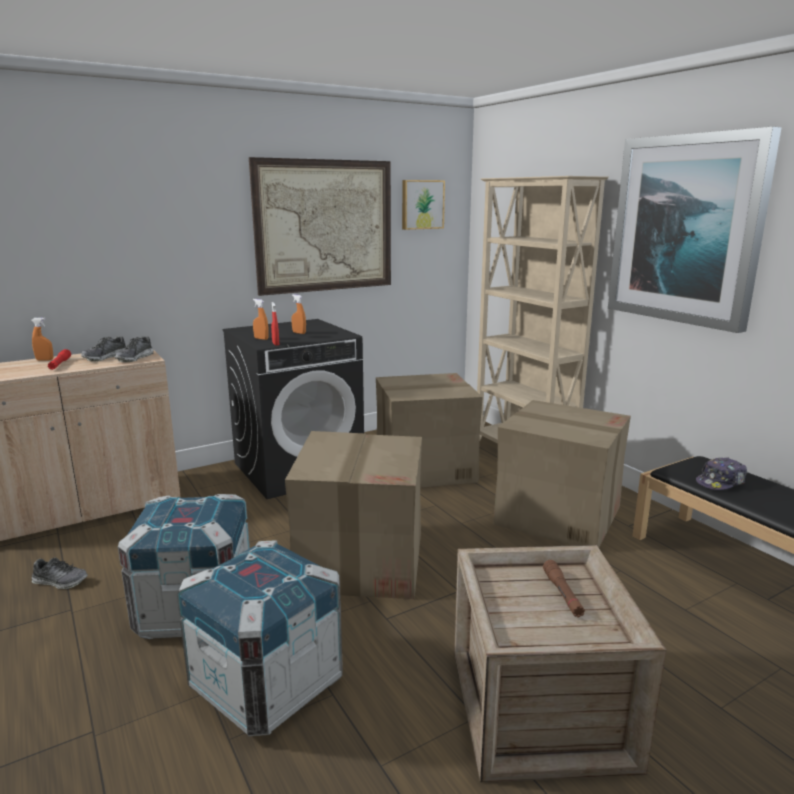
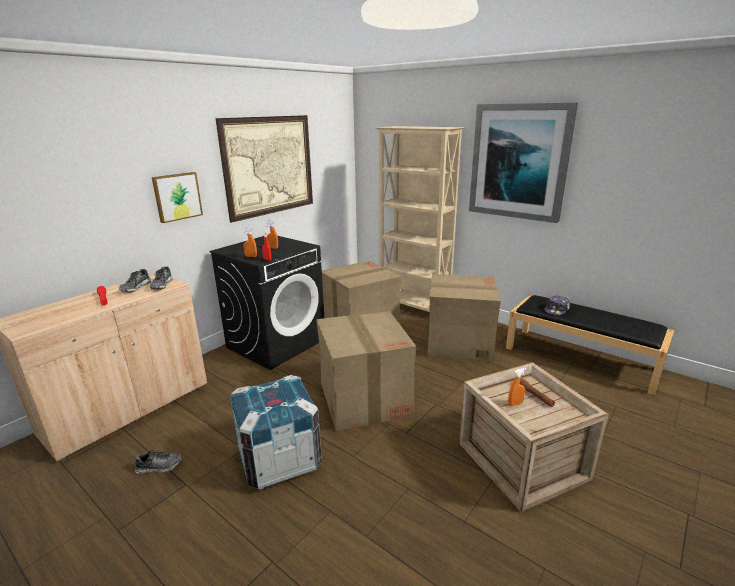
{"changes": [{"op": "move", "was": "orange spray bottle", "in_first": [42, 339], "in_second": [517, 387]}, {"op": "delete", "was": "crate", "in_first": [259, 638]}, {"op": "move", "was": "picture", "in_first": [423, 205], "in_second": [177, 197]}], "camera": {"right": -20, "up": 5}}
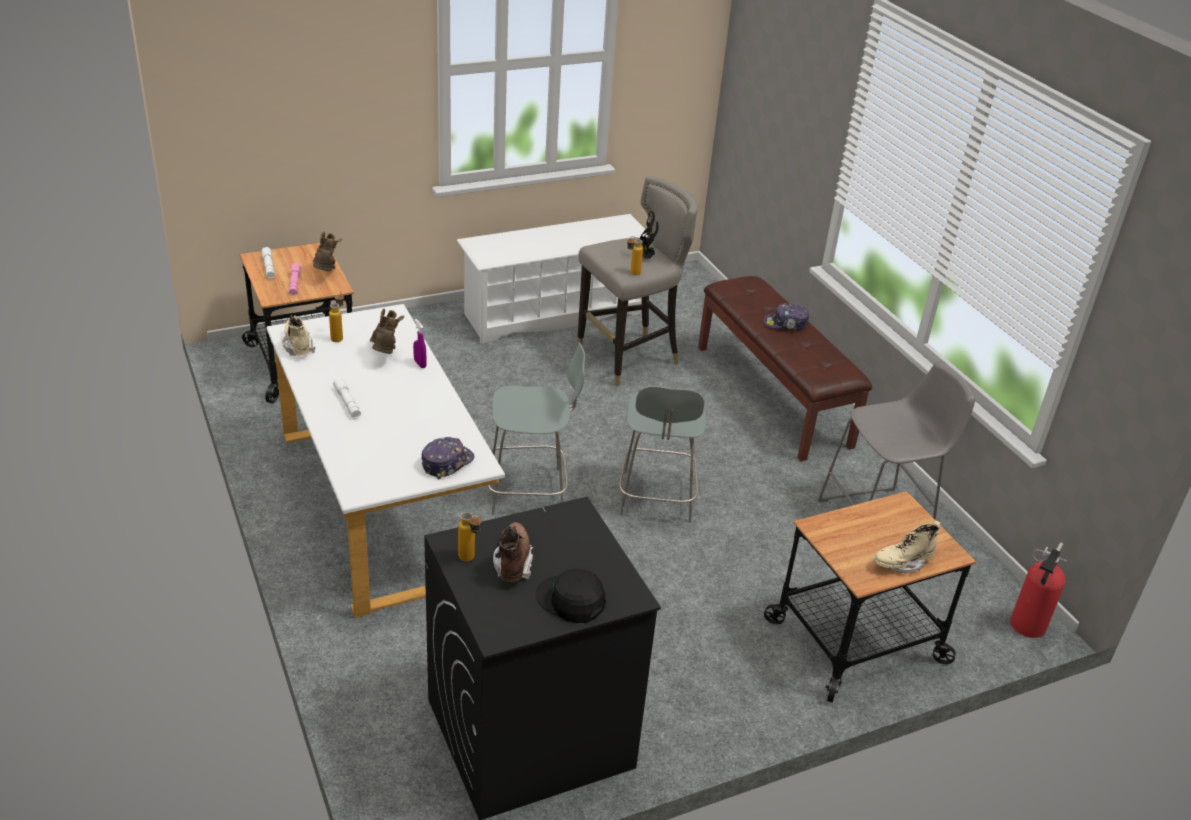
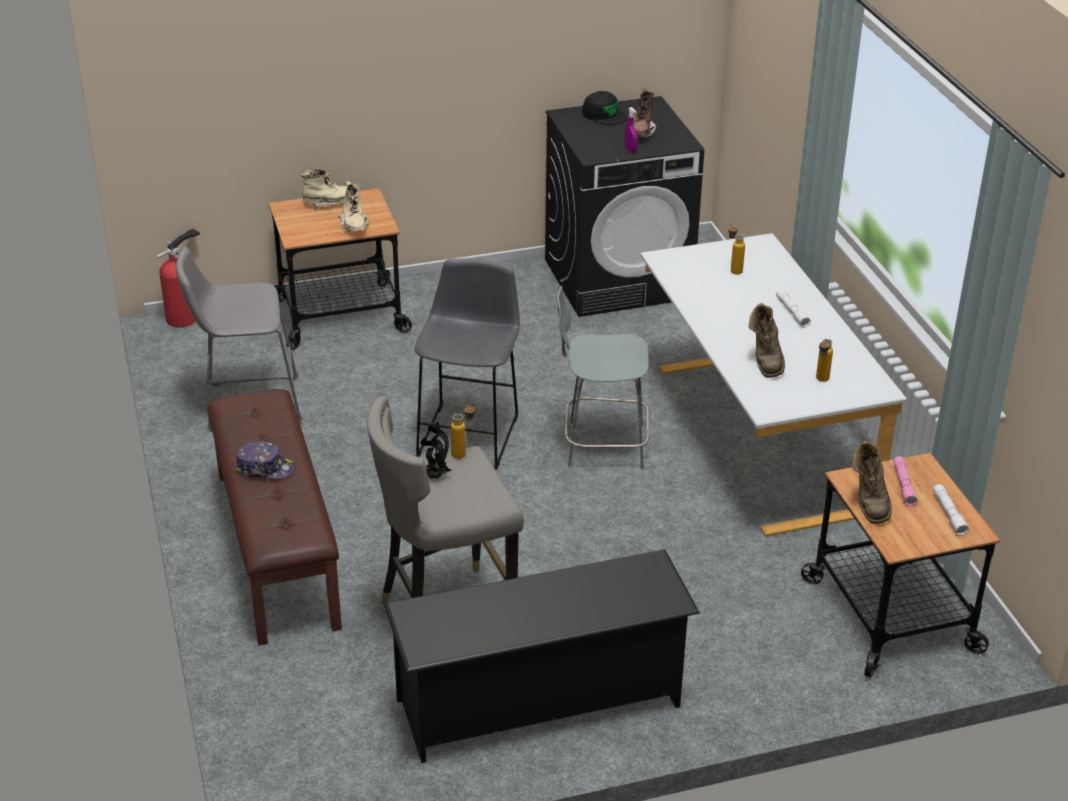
{"changes": [{"op": "move", "was": "beige boot", "in_first": [298, 335], "in_second": [354, 206]}, {"op": "move", "was": "purple spray bottle", "in_first": [420, 343], "in_second": [631, 130]}, {"op": "delete", "was": "cap", "in_first": [447, 458]}, {"op": "recolor", "was": "white shoe rack", "now": "black shoe rack", "in_first": [552, 279], "in_second": [542, 656]}, {"op": "move", "was": "bottle", "in_first": [470, 536], "in_second": [736, 249]}, {"op": "replace", "was": "grey chair", "now": "grey stool", "in_first": [662, 454], "in_second": [467, 364]}], "camera": {"right": -170, "up": 0}}
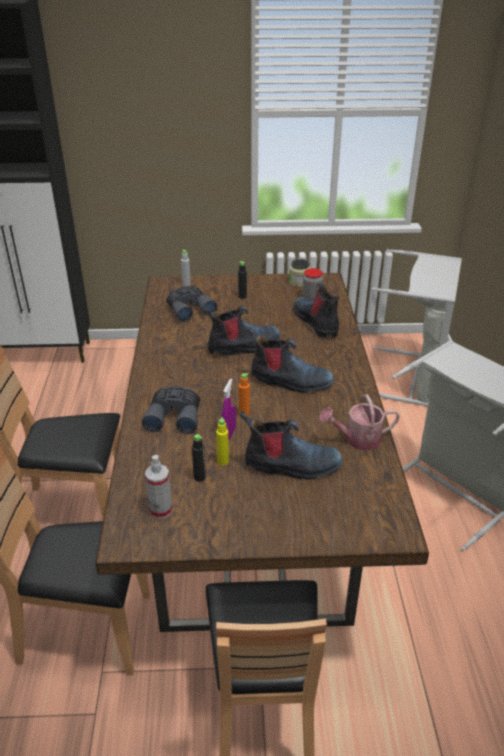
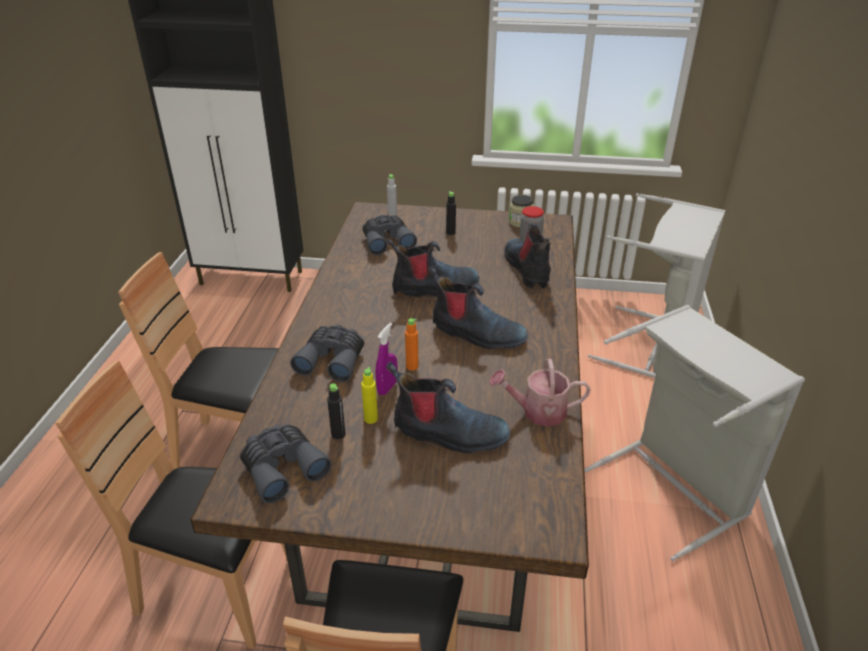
{"changes": [{"op": "replace", "was": "spray bottle", "now": "grey binoculars", "in_first": [158, 487], "in_second": [286, 463]}], "camera": {"right": 10, "up": 0}}
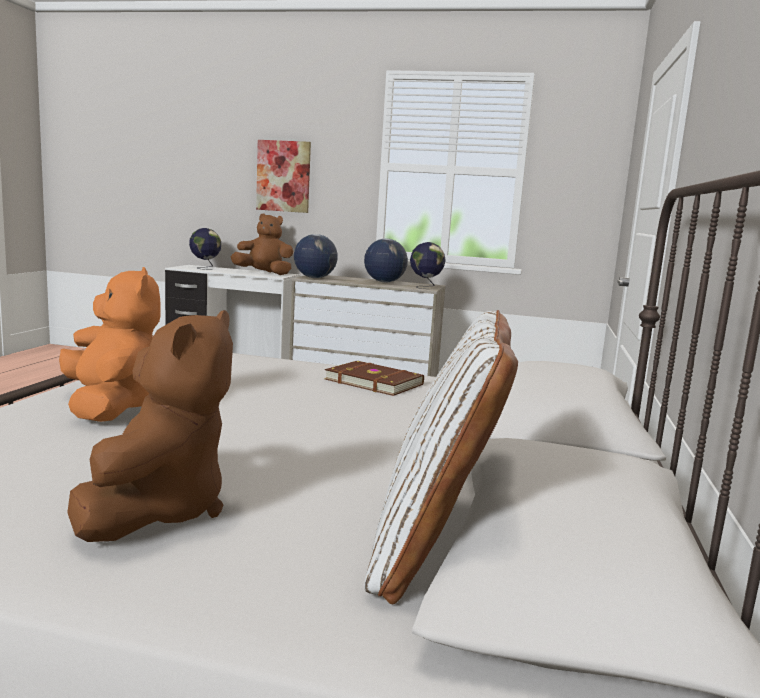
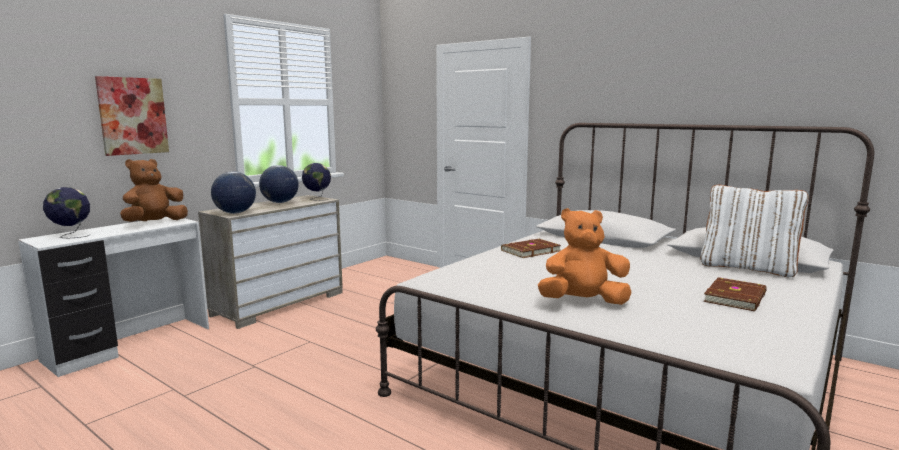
{"changes": [{"op": "replace", "was": "brown plush toy", "now": "brown book", "in_first": [150, 426], "in_second": [735, 294]}], "camera": {"right": -65, "up": 0}}
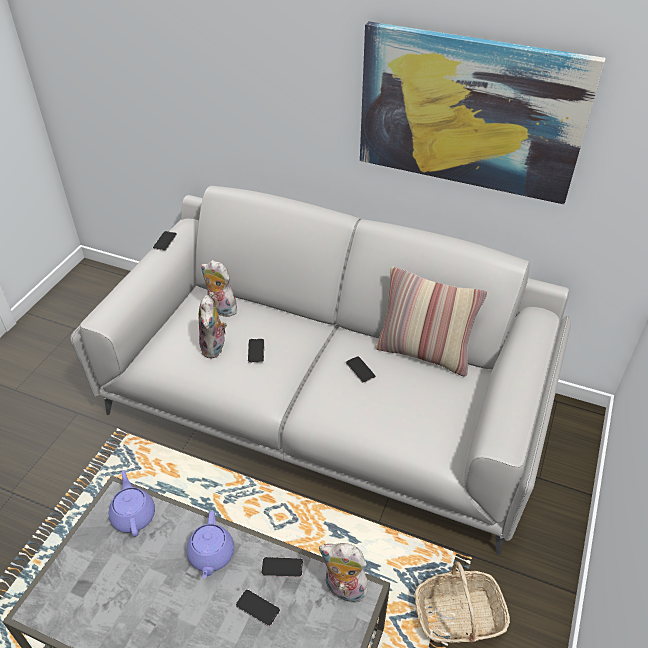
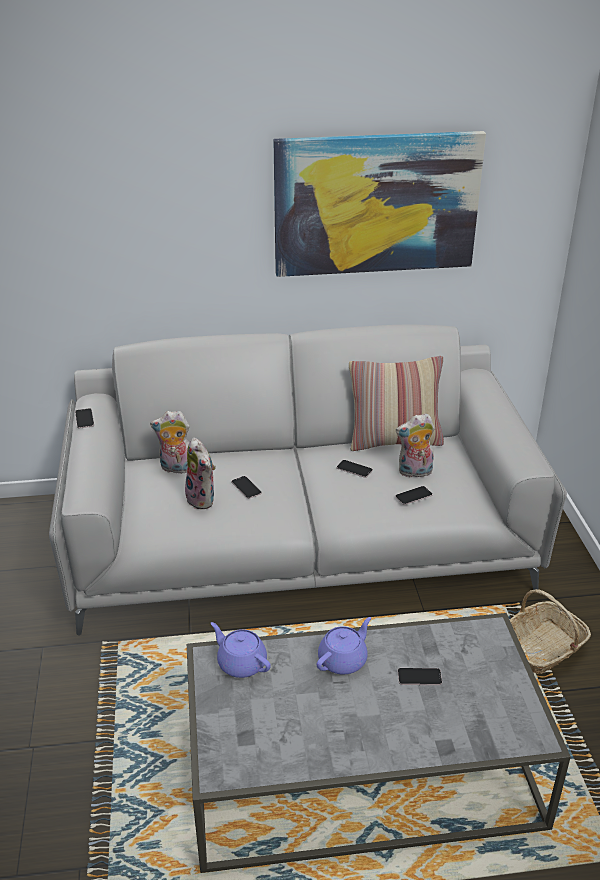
{"changes": [{"op": "rotate", "was": "purple teapot", "in_first": [210, 545], "in_second": [344, 645], "clockwise": -105}, {"op": "move", "was": "phone", "in_first": [282, 567], "in_second": [414, 495]}, {"op": "move", "was": "plush toy", "in_first": [343, 573], "in_second": [415, 445]}], "camera": {"right": -30, "up": -10}}
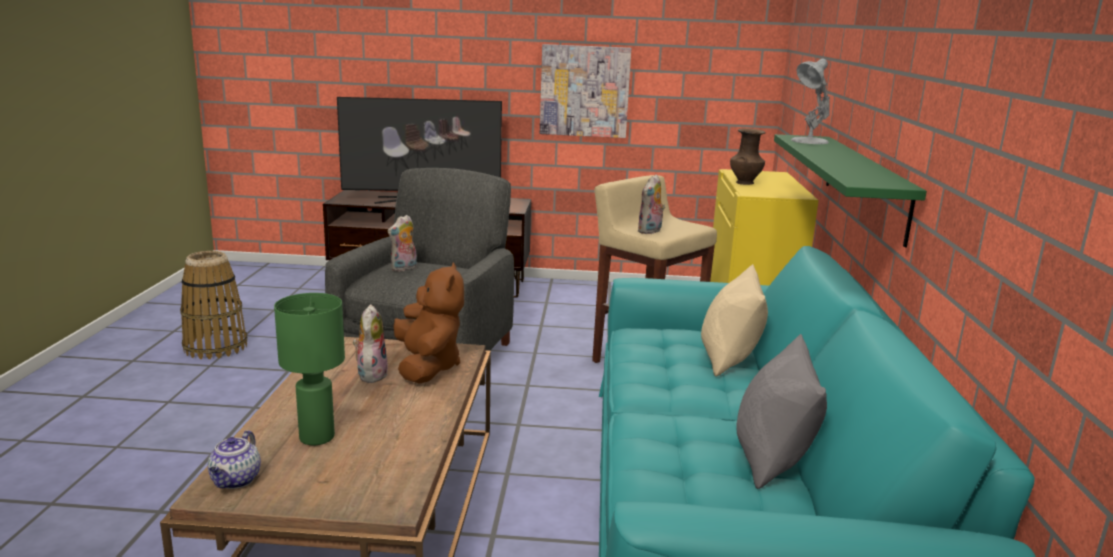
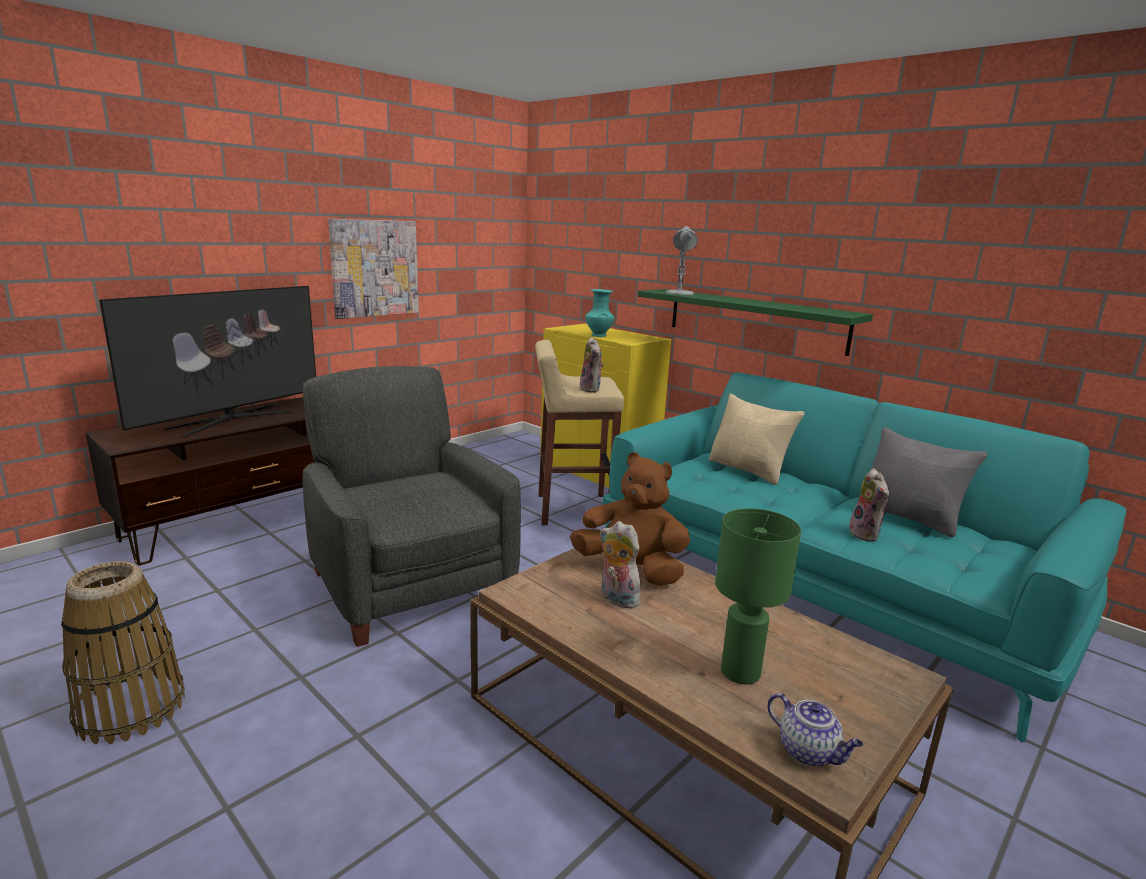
{"changes": [{"op": "move", "was": "plush toy", "in_first": [402, 243], "in_second": [869, 505]}, {"op": "recolor", "was": "brown vase", "now": "turquoise vase", "in_first": [747, 156], "in_second": [599, 313]}], "camera": {"right": -50, "up": 0}}
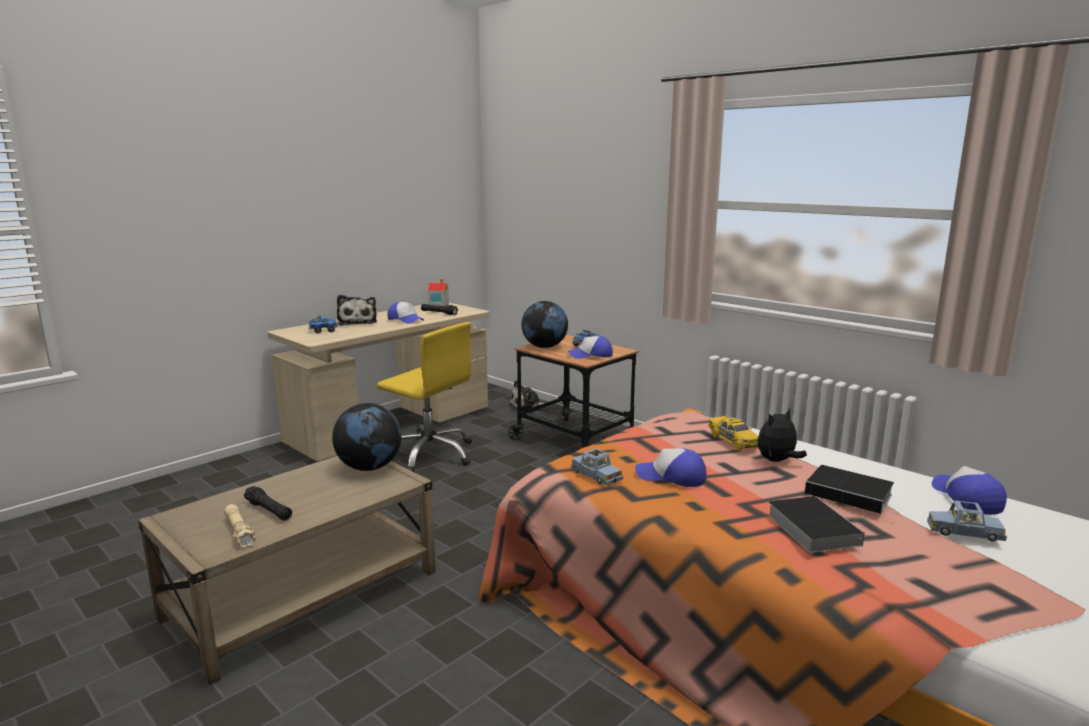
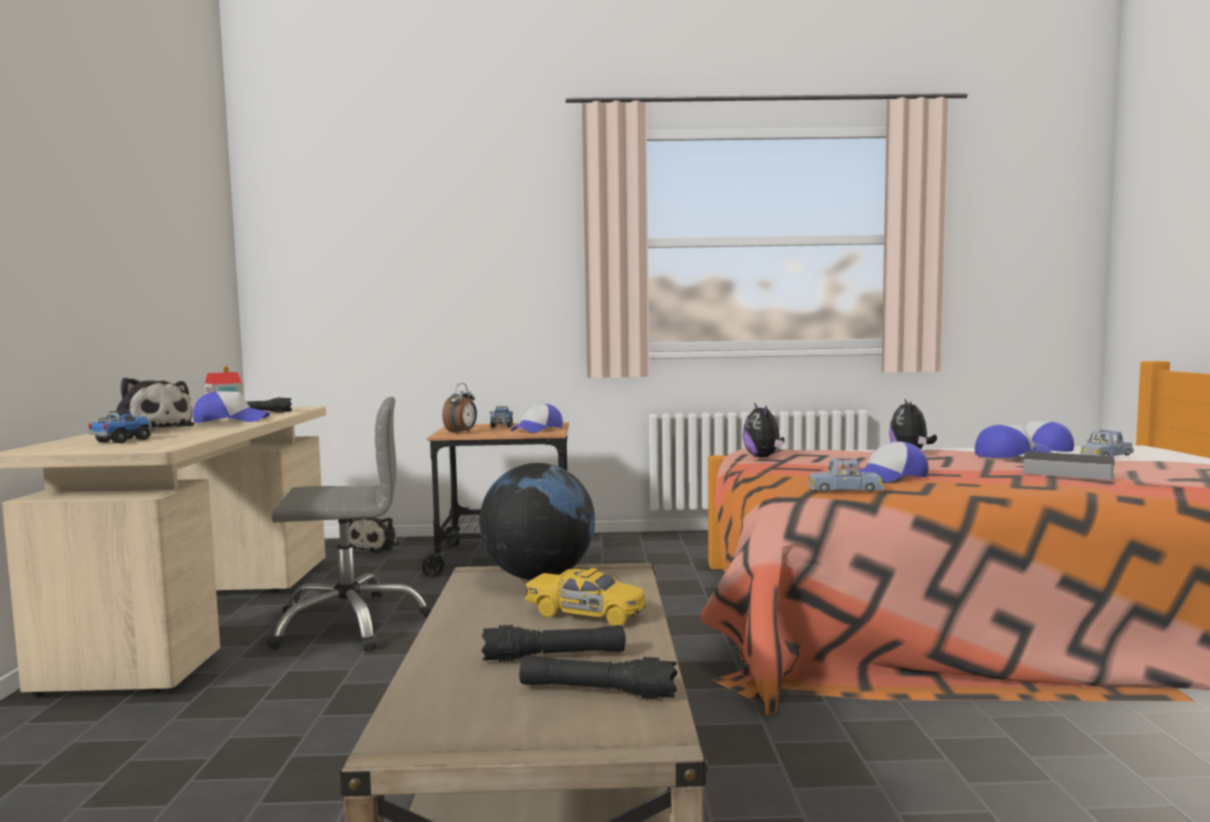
{"changes": [{"op": "recolor", "was": "beige flashlight", "now": "black flashlight", "in_first": [240, 526], "in_second": [598, 677]}, {"op": "recolor", "was": "yellow office chair", "now": "grey office chair", "in_first": [424, 397], "in_second": [349, 524]}, {"op": "replace", "was": "globe", "now": "alarm clock", "in_first": [545, 324], "in_second": [459, 408]}, {"op": "move", "was": "yellow toy car", "in_first": [733, 433], "in_second": [585, 597]}, {"op": "replace", "was": "book", "now": "cap", "in_first": [851, 491], "in_second": [1013, 441]}, {"op": "insert", "now": "plush toy", "in_second": [764, 430]}], "camera": {"right": -45, "up": -10}}
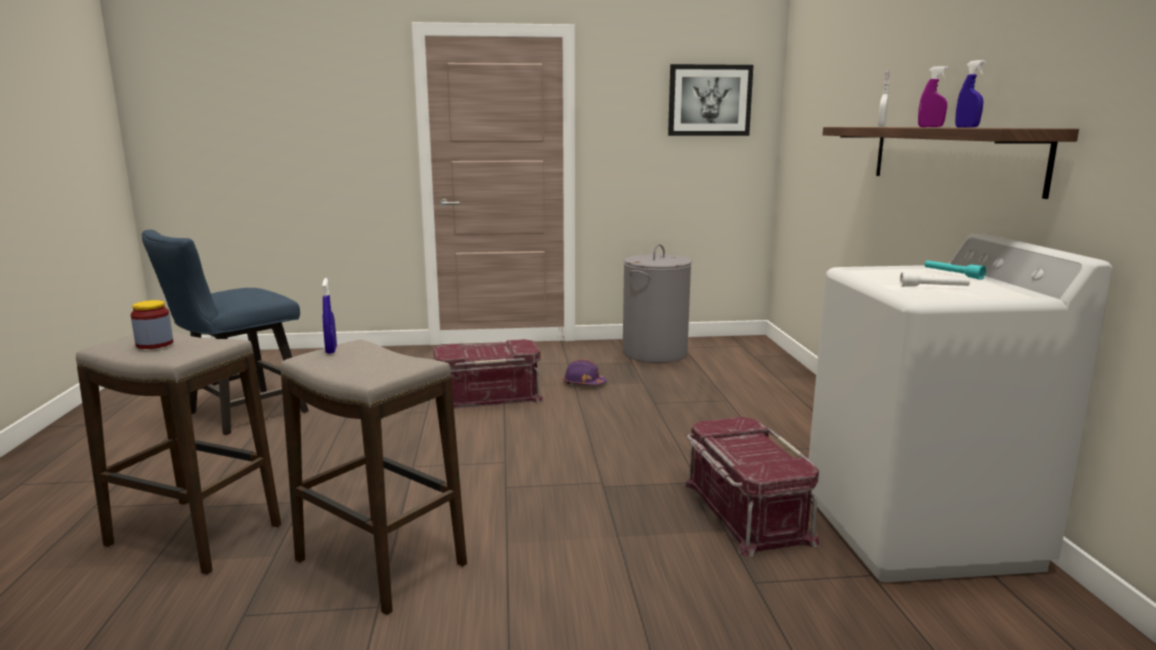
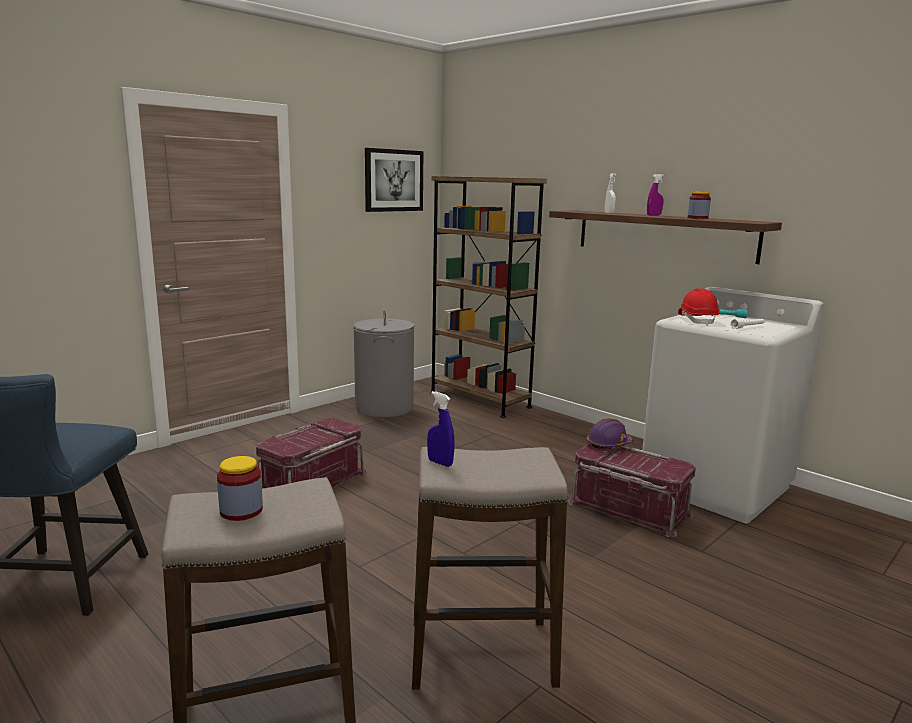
{"changes": [{"op": "move", "was": "purple hard hat", "in_first": [585, 372], "in_second": [610, 433]}, {"op": "replace", "was": "blue spray bottle", "now": "jar", "in_first": [970, 93], "in_second": [699, 205]}, {"op": "insert", "now": "brown bookcase", "in_second": [488, 297]}, {"op": "insert", "now": "red hard hat", "in_second": [699, 307]}], "camera": {"right": -40, "up": 0}}
